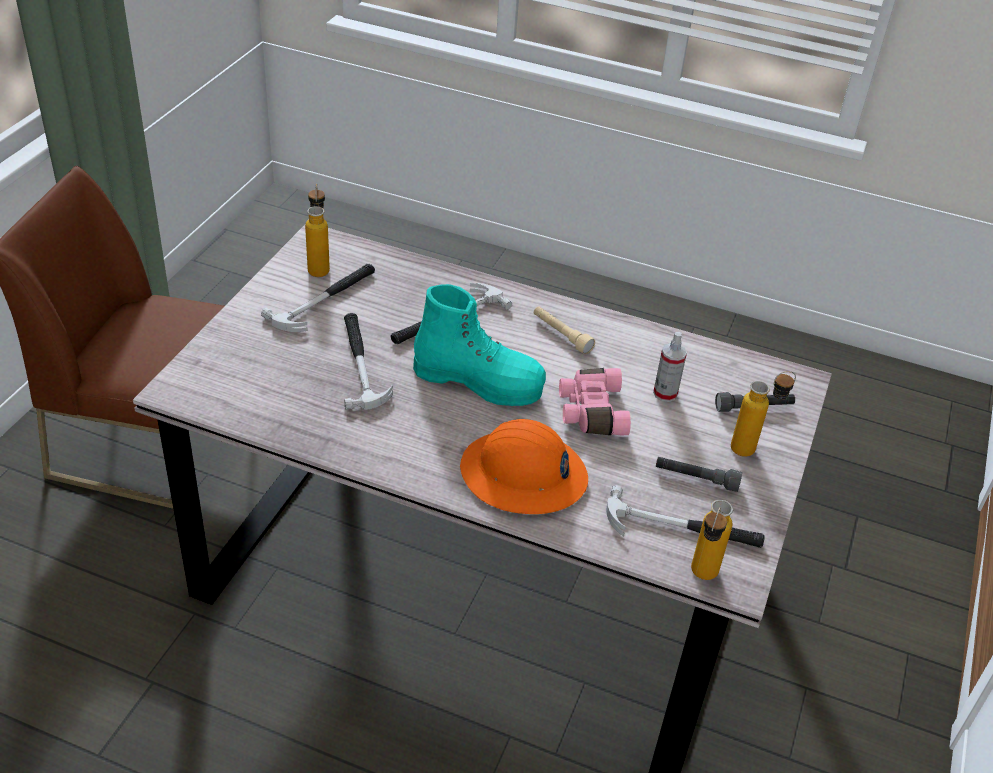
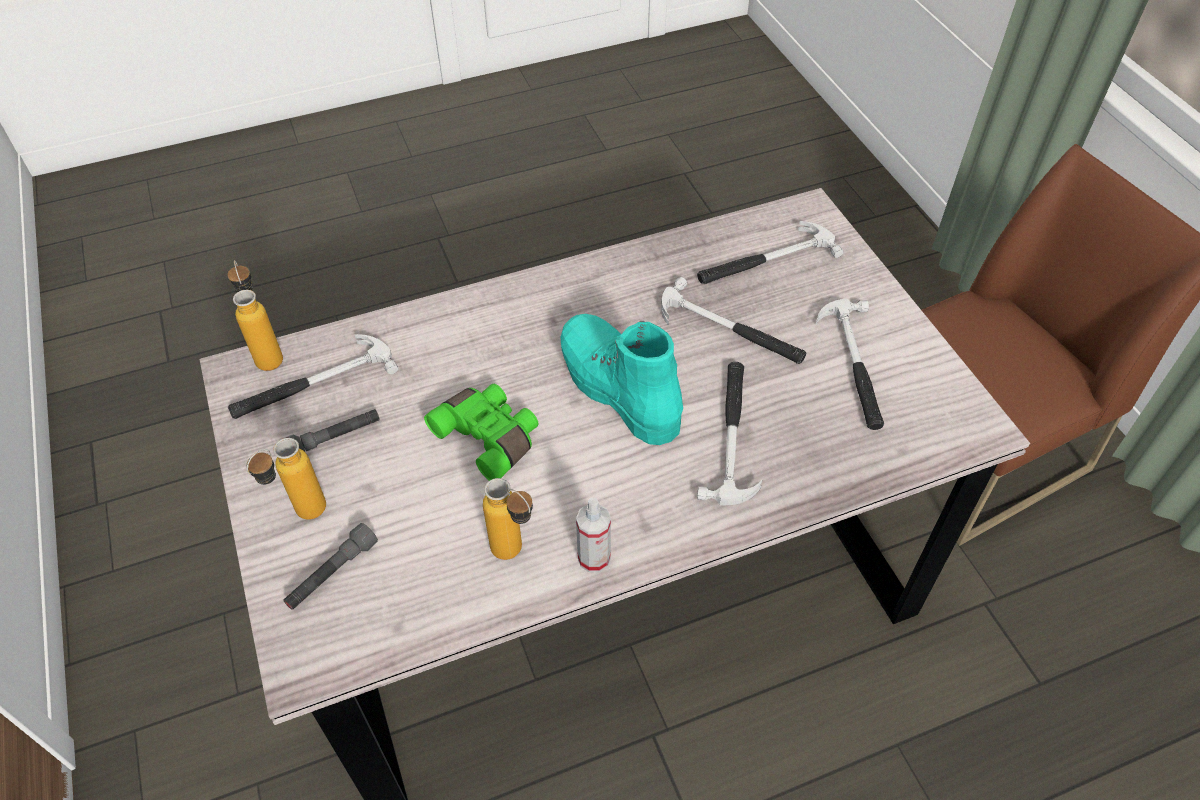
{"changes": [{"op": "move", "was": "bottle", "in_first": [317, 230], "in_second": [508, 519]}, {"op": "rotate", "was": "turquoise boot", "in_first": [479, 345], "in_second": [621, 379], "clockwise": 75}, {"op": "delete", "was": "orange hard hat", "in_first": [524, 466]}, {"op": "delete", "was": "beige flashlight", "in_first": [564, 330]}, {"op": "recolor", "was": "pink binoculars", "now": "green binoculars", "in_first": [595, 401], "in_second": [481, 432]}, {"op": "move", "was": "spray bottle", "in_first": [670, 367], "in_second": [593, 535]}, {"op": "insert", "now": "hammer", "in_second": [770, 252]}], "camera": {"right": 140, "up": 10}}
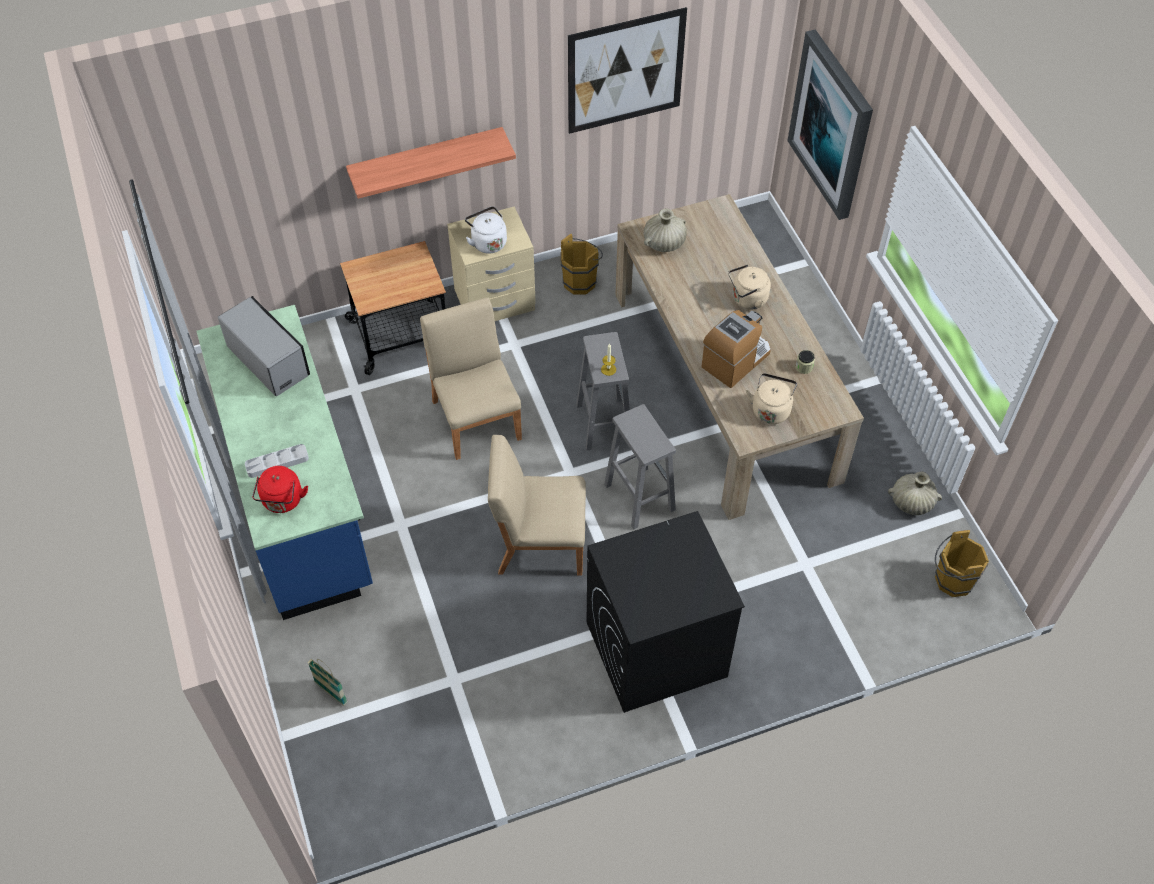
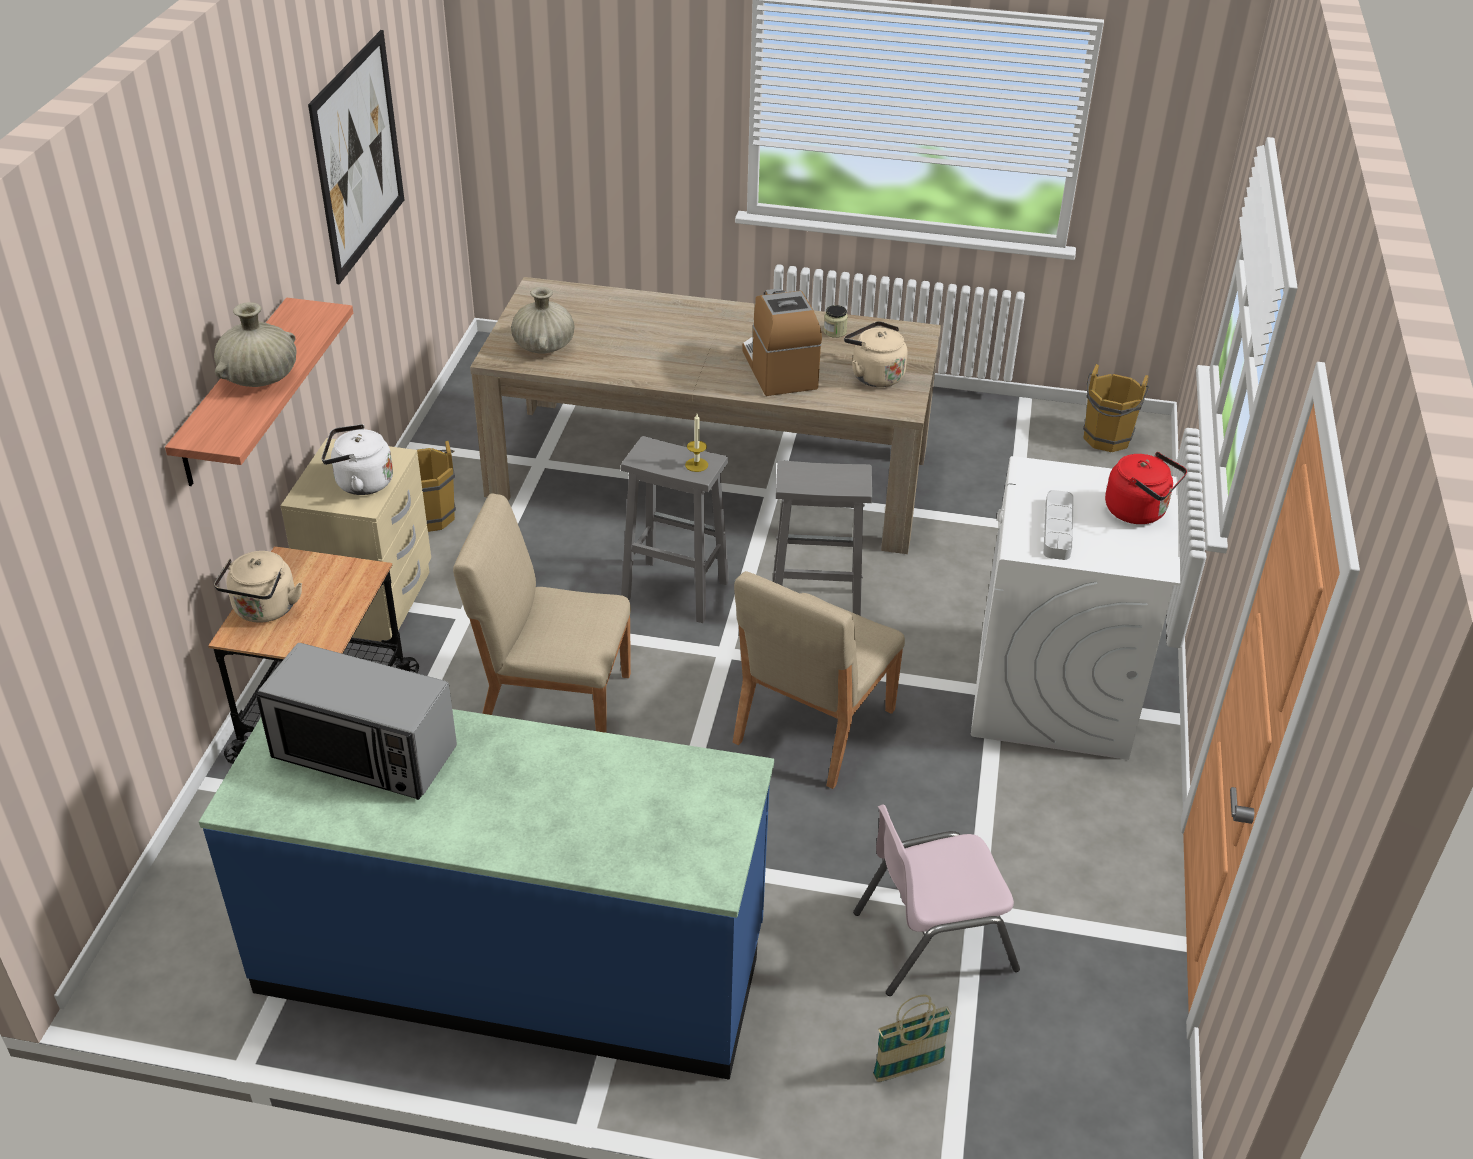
{"changes": [{"op": "rotate", "was": "microwave", "in_first": [264, 346], "in_second": [356, 721], "clockwise": -150}, {"op": "move", "was": "grey tray", "in_first": [277, 461], "in_second": [1058, 525]}, {"op": "move", "was": "red kettle", "in_first": [280, 489], "in_second": [1146, 488]}, {"op": "recolor", "was": "black washing machine", "now": "white washing machine", "in_first": [666, 612], "in_second": [1076, 608]}, {"op": "move", "was": "beige kettle", "in_first": [749, 286], "in_second": [258, 587]}, {"op": "delete", "was": "picture", "in_first": [830, 124]}, {"op": "move", "was": "beige vase", "in_first": [915, 493], "in_second": [255, 344]}, {"op": "insert", "now": "pink chair", "in_second": [936, 900]}], "camera": {"right": -60, "up": -15}}
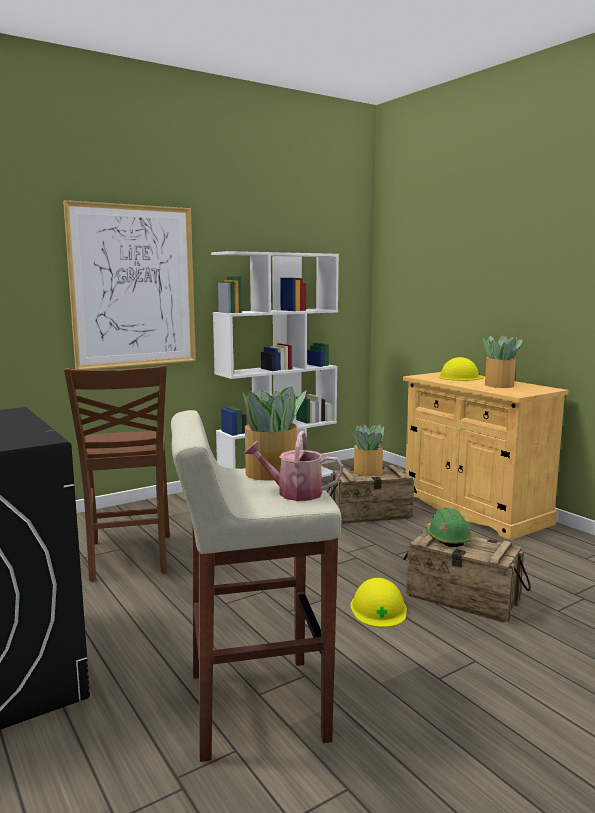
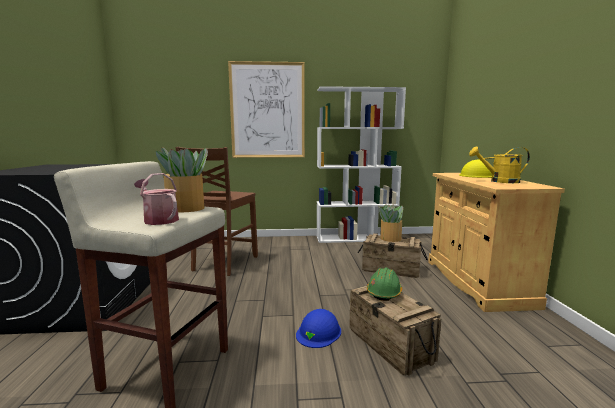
{"changes": [{"op": "recolor", "was": "yellow hard hat", "now": "blue hard hat", "in_first": [379, 603], "in_second": [318, 328]}, {"op": "replace", "was": "potted plant", "now": "yellow watering can", "in_first": [503, 362], "in_second": [499, 164]}], "camera": {"right": 30, "up": 0}}
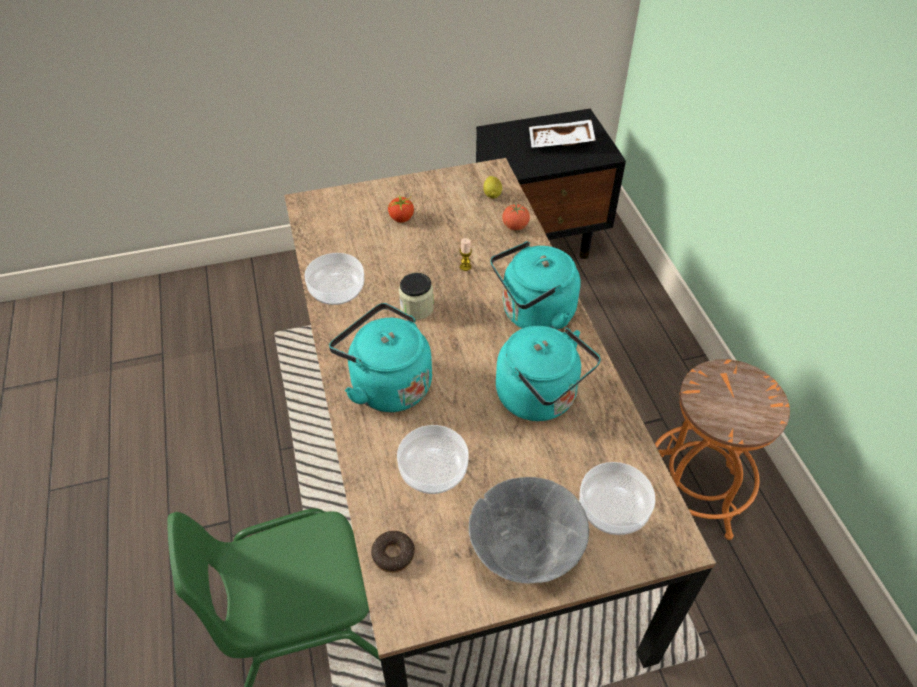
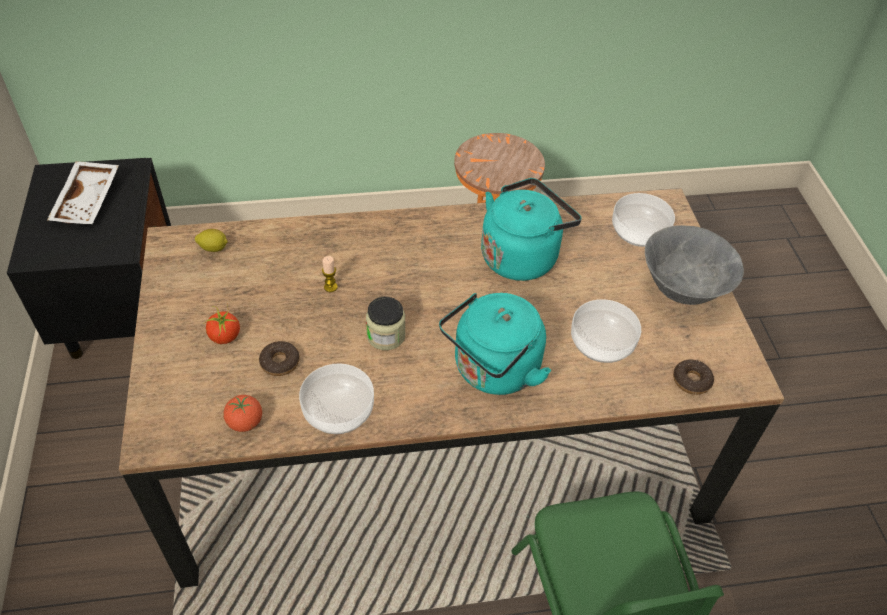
{"changes": [{"op": "delete", "was": "turquoise kettle", "in_first": [535, 285]}, {"op": "move", "was": "tomato", "in_first": [516, 217], "in_second": [242, 413]}, {"op": "insert", "now": "donut", "in_second": [279, 358]}], "camera": {"right": -85, "up": 0}}
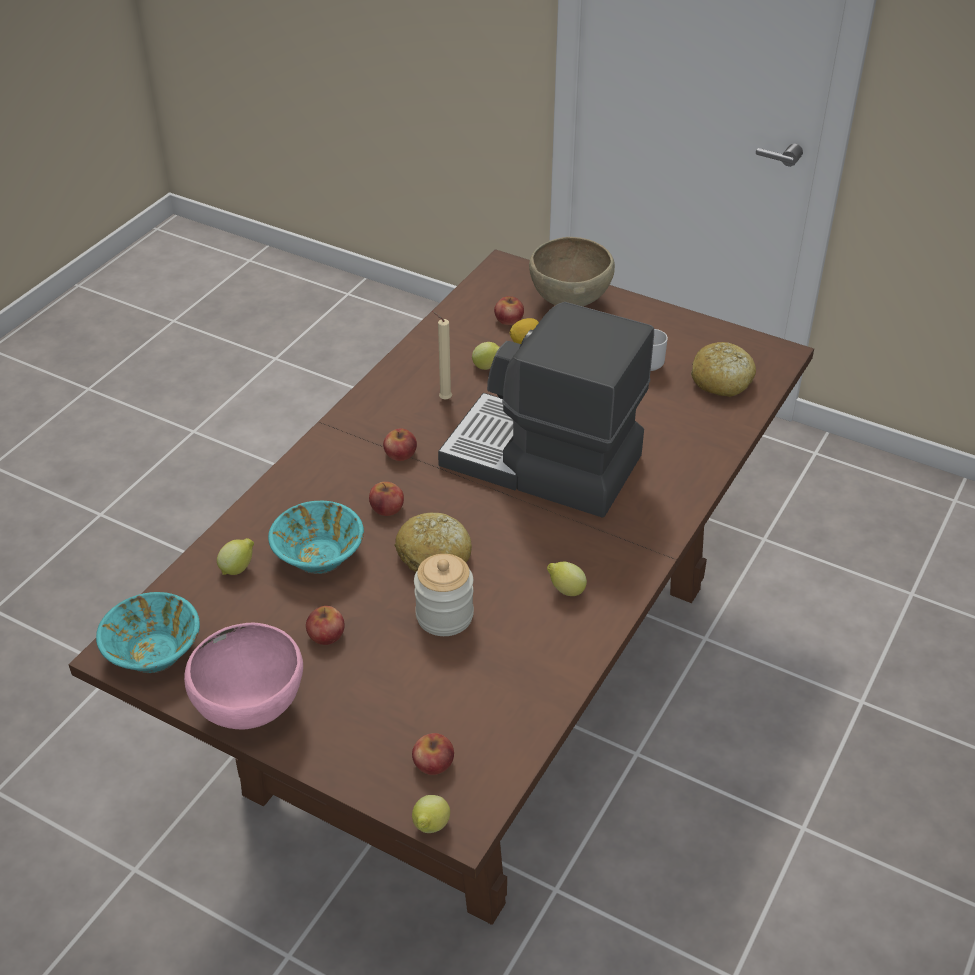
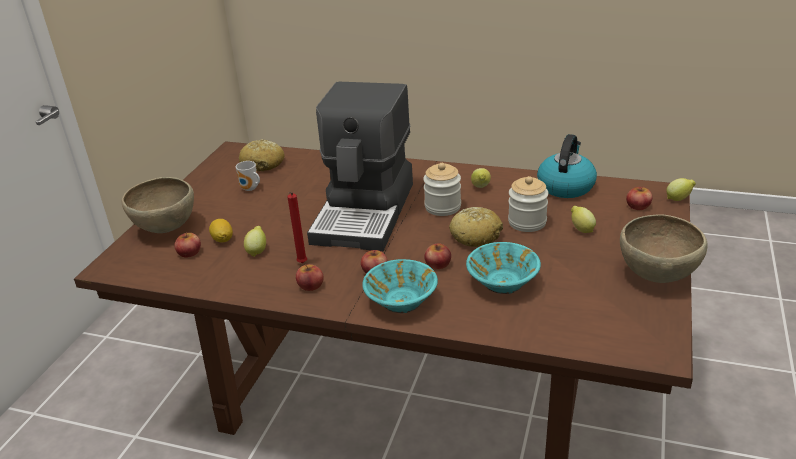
{"changes": [{"op": "move", "was": "turquoise bowl", "in_first": [148, 632], "in_second": [400, 286]}, {"op": "recolor", "was": "pink bowl", "now": "brown bowl", "in_first": [243, 676], "in_second": [664, 248]}, {"op": "move", "was": "lemon", "in_first": [235, 556], "in_second": [583, 219]}, {"op": "move", "was": "apple", "in_first": [325, 625], "in_second": [310, 277]}, {"op": "recolor", "was": "beige candle", "now": "red candle", "in_first": [442, 355], "in_second": [297, 227]}, {"op": "insert", "now": "jar", "in_second": [442, 189]}, {"op": "insert", "now": "kettle", "in_second": [567, 166]}], "camera": {"right": -100, "up": -10}}
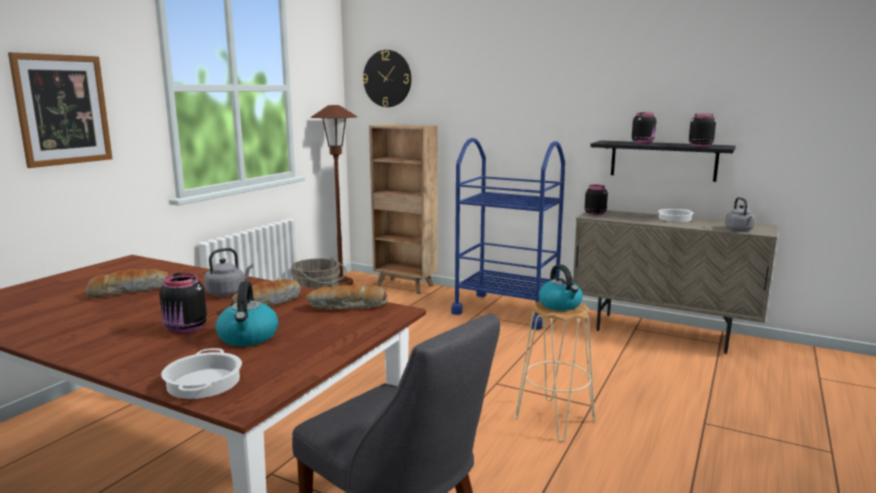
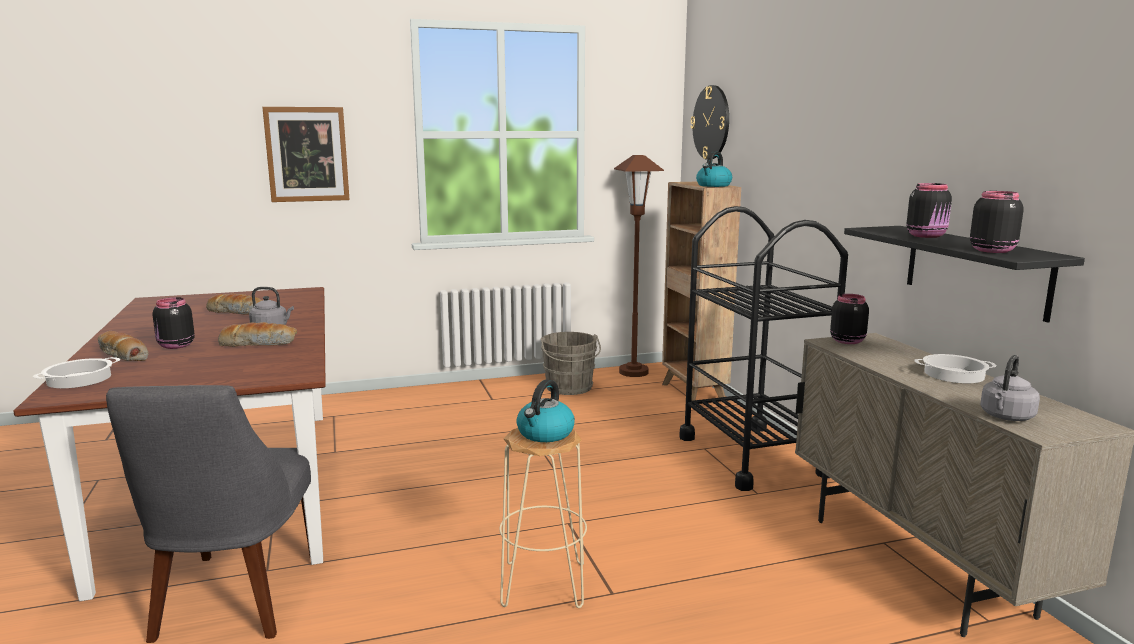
{"changes": [{"op": "move", "was": "kettle", "in_first": [247, 313], "in_second": [714, 169]}, {"op": "move", "was": "bread", "in_first": [347, 296], "in_second": [123, 346]}, {"op": "recolor", "was": "blue cart", "now": "black cart", "in_first": [508, 234], "in_second": [763, 348]}], "camera": {"right": 45, "up": 0}}
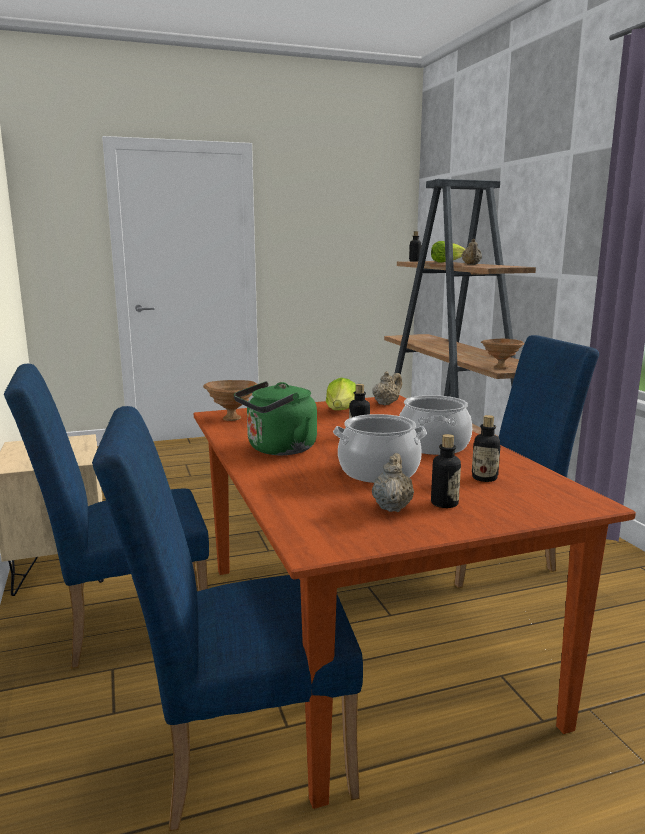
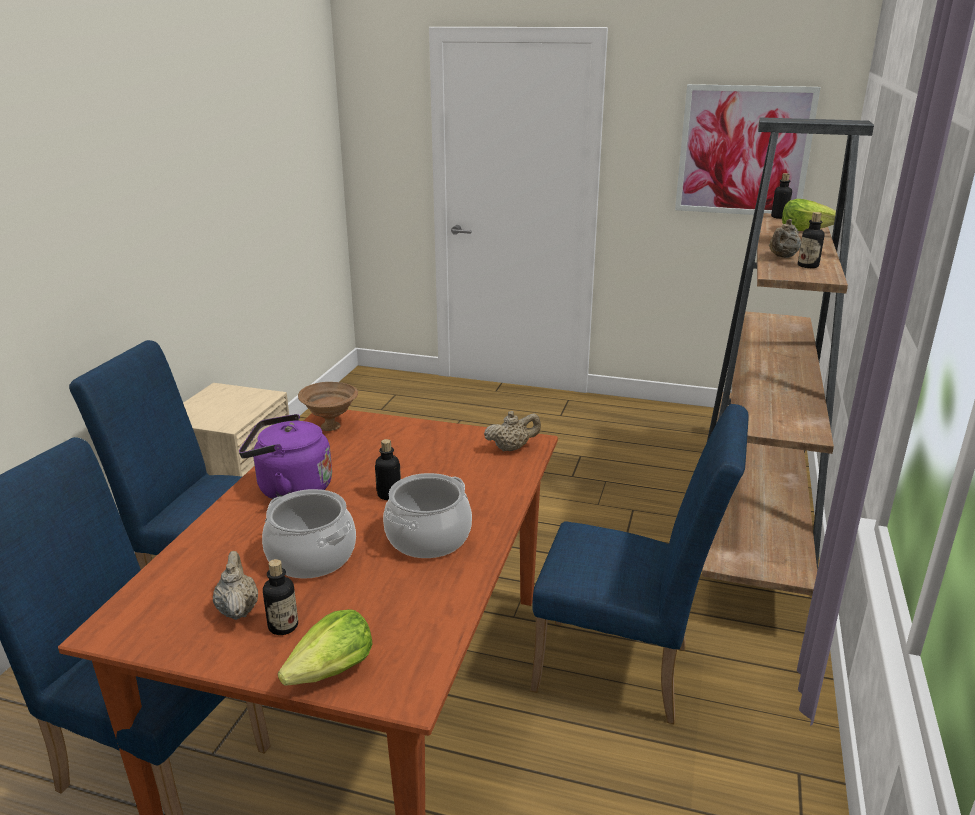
{"changes": [{"op": "recolor", "was": "green kettle", "now": "purple kettle", "in_first": [275, 418], "in_second": [285, 456]}, {"op": "move", "was": "lettuce", "in_first": [341, 394], "in_second": [325, 647]}, {"op": "rotate", "was": "beige teapot", "in_first": [393, 482], "in_second": [235, 585], "clockwise": -60}, {"op": "move", "was": "bottle", "in_first": [486, 448], "in_second": [811, 240]}, {"op": "delete", "was": "brown bowl", "in_first": [503, 353]}, {"op": "insert", "now": "picture", "in_second": [748, 149]}], "camera": {"right": 35, "up": 10}}
